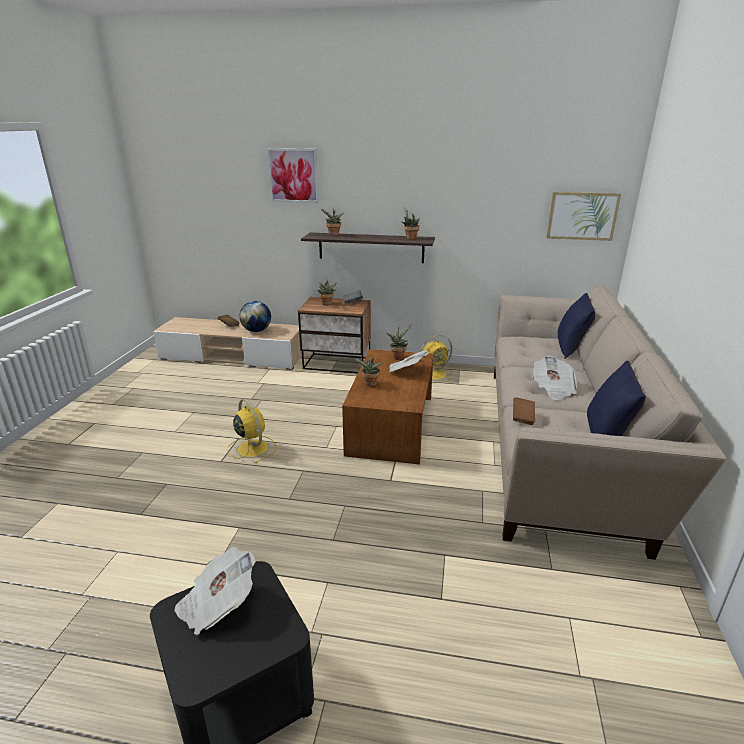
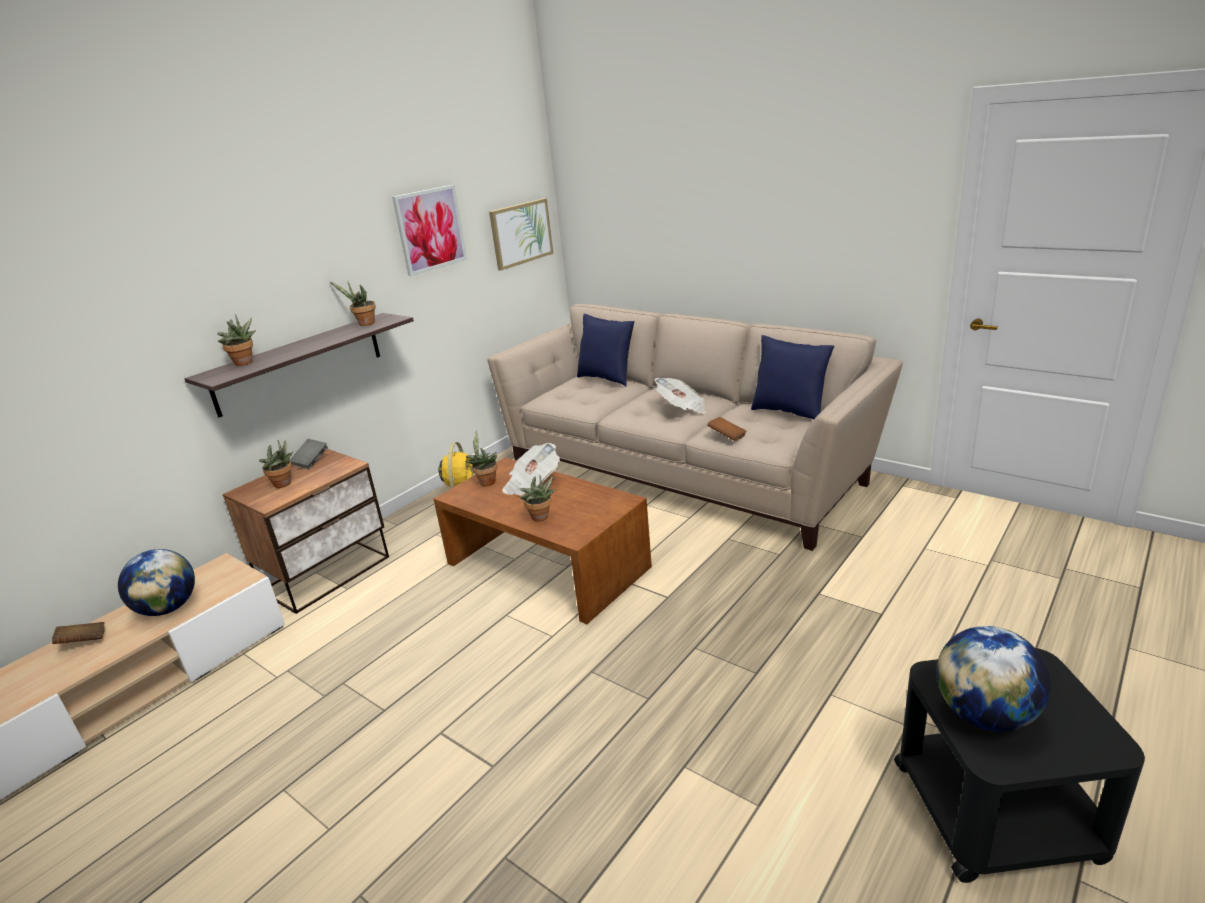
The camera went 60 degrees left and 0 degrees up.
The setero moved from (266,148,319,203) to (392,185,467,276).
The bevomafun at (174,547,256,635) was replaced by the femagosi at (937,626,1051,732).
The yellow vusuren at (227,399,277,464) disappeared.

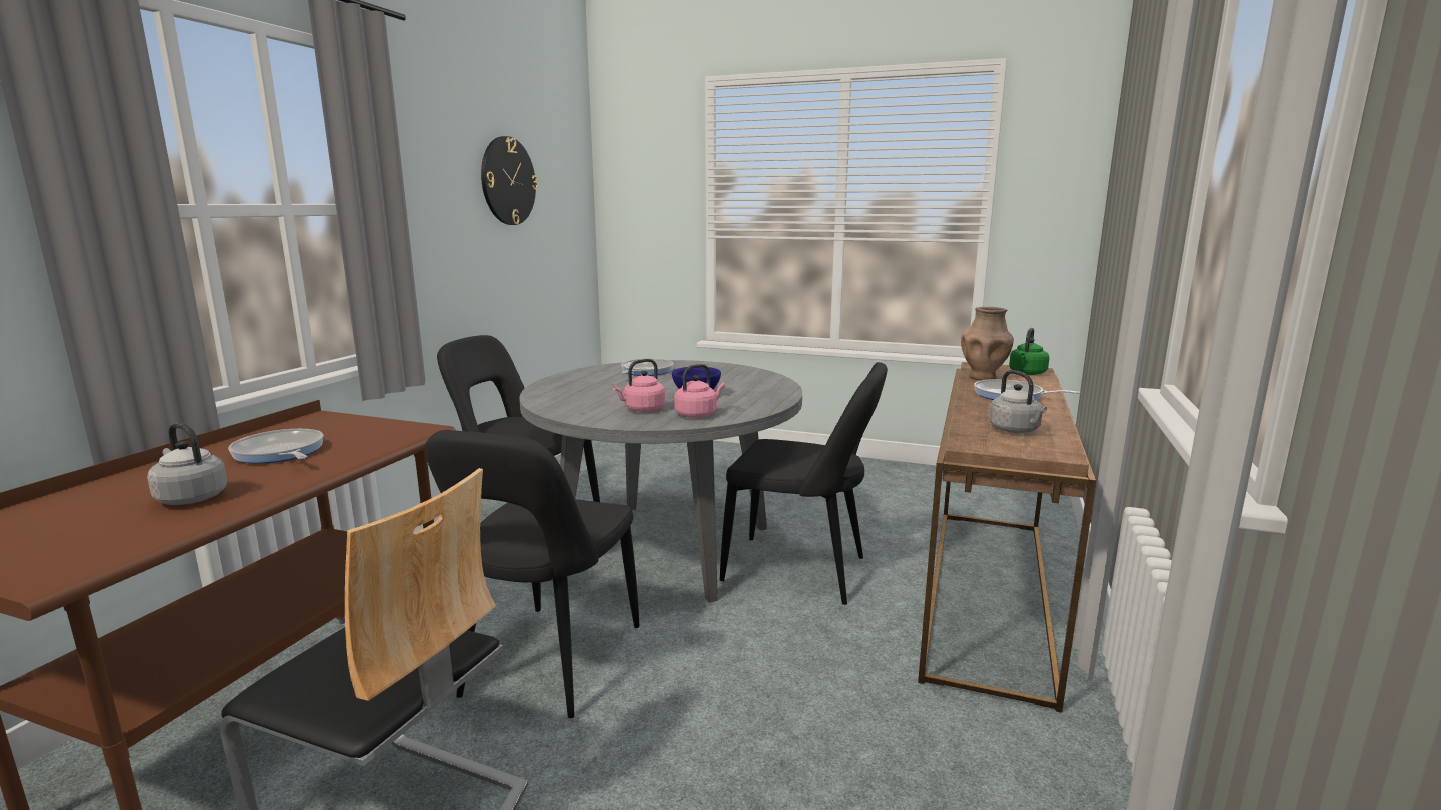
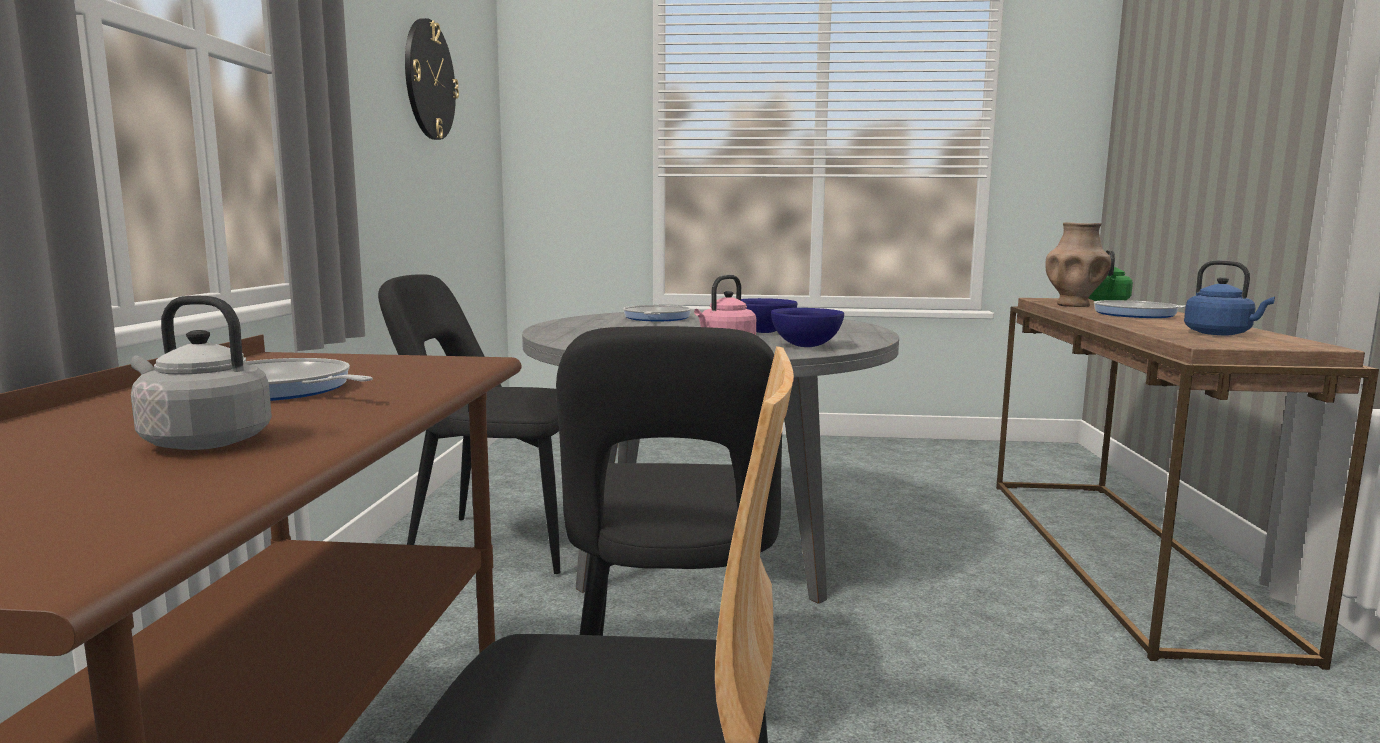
The camera went 15 degrees left and 5 degrees down.
The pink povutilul at (674,364,725,418) was replaced by the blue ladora at (771,308,844,347).
The grey povutilul at (989,370,1047,433) became the blue povutilul at (1184,260,1275,335).
The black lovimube at (720,362,888,605) disappeared.

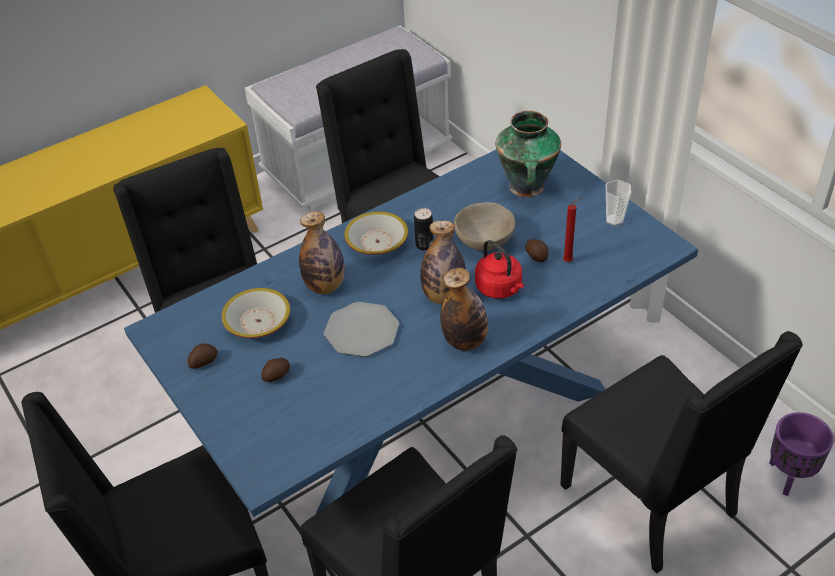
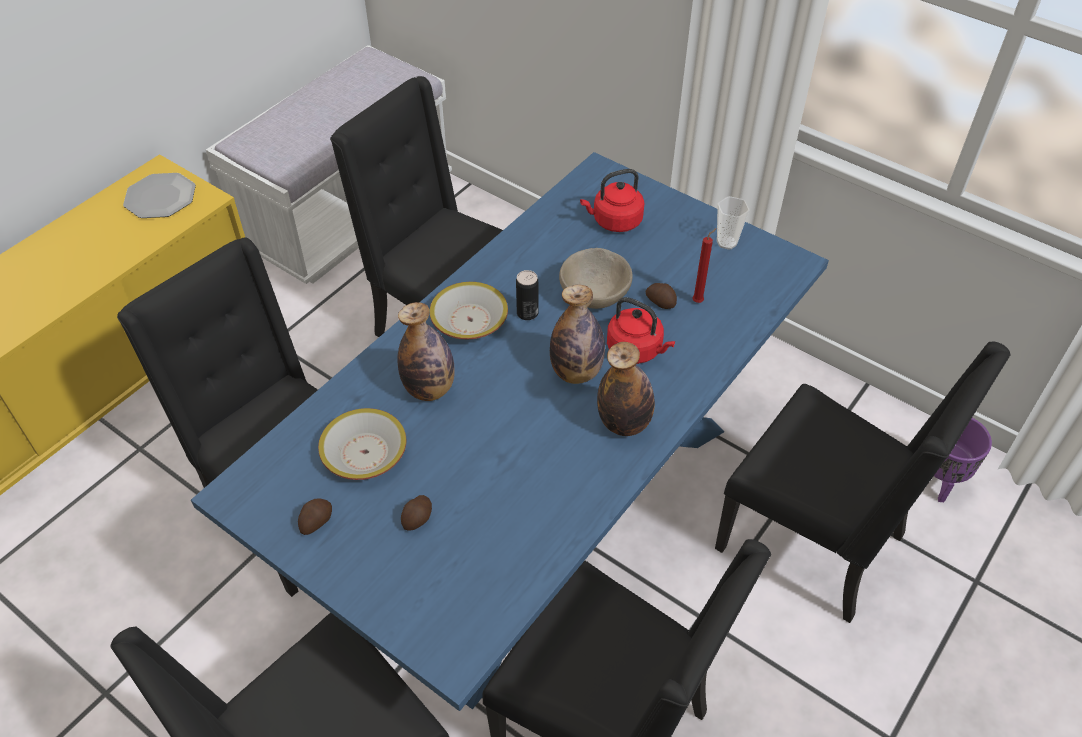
The camera went 20 degrees left and 5 degrees up.
The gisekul moved from (324,302,399,357) to (123,173,196,218).
The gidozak at (496,111,561,197) was replaced by the red povutilul at (580,169,645,232).

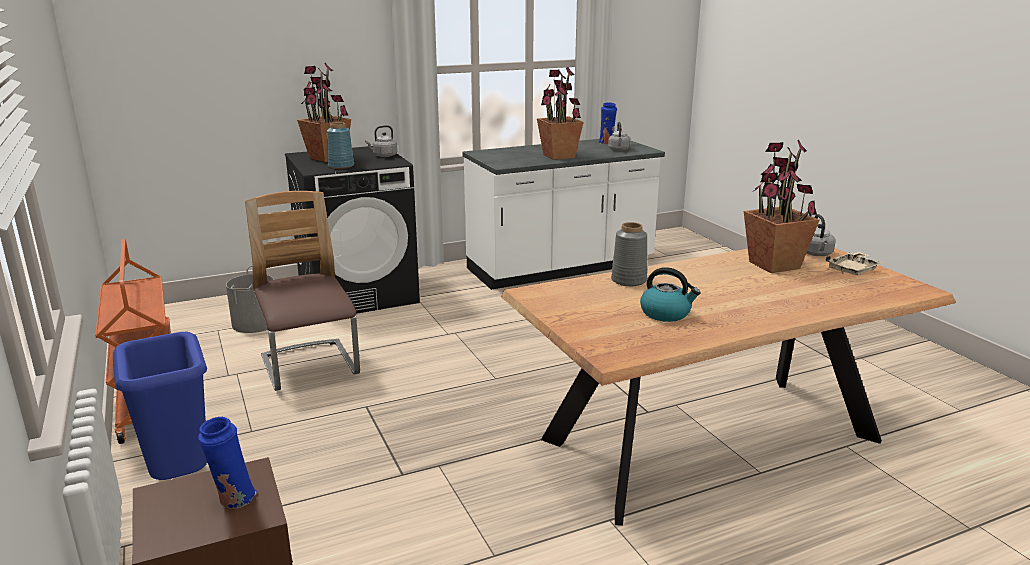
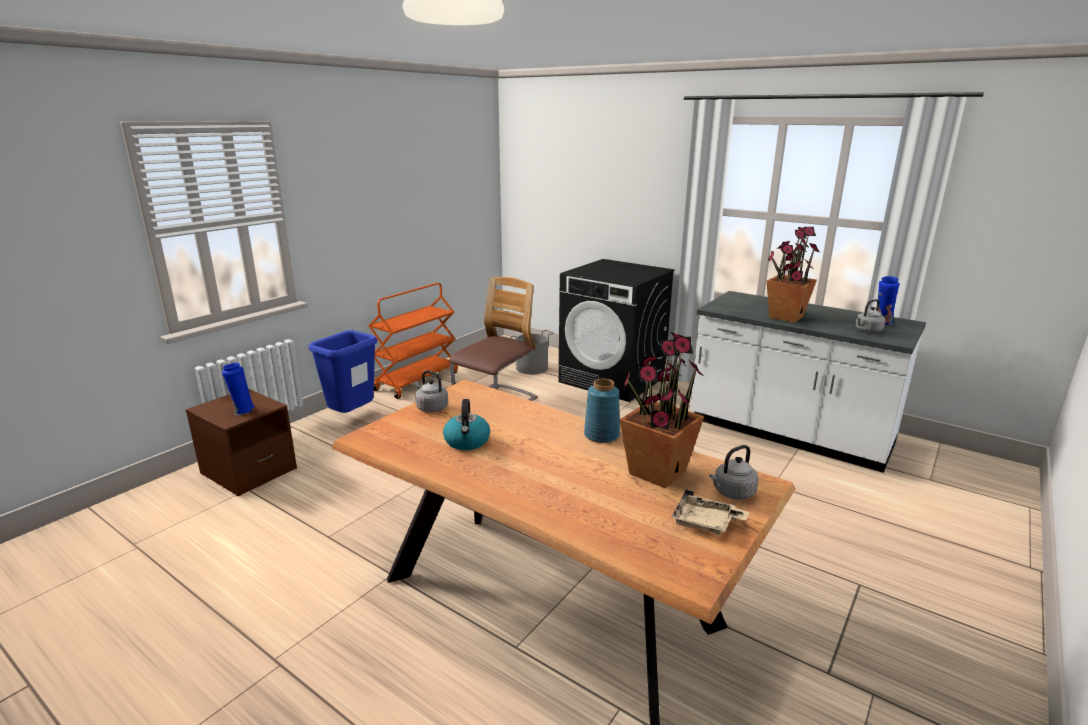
The camera went 60 degrees right and 0 degrees up.
The grey povutilul moved from (365,125,398,157) to (414,370,448,412).
The blue gidozak moved from (327,122,354,169) to (584,378,620,443).
The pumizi at (297,63,351,162) disappeared.
The grey gidozak at (611,222,647,286) disappeared.

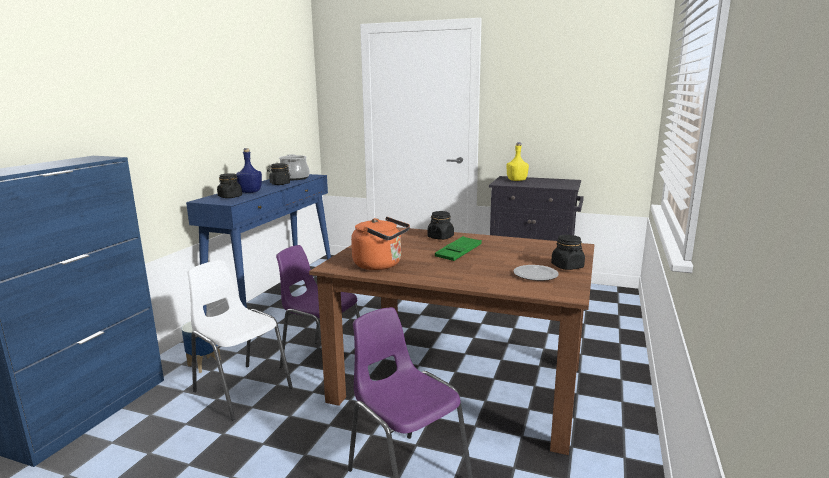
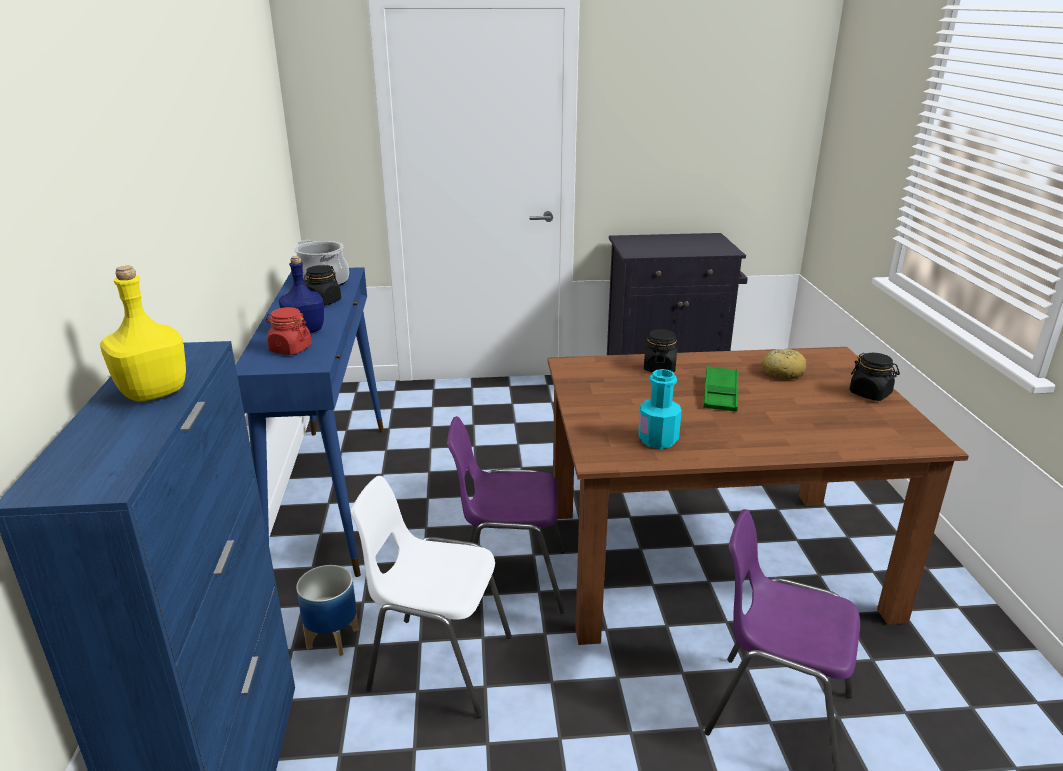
The camera went 25 degrees left and 10 degrees up.
The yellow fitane moved from (506,142,529,181) to (100,266,186,401).
The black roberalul at (217,173,242,198) became the red roberalul at (265,307,312,355).
The orange povutilul at (351,217,410,270) was replaced by the turquoise fitane at (638,369,682,449).
The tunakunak at (763,349,807,379) appeared.
The gisekul at (513,265,559,281) disappeared.

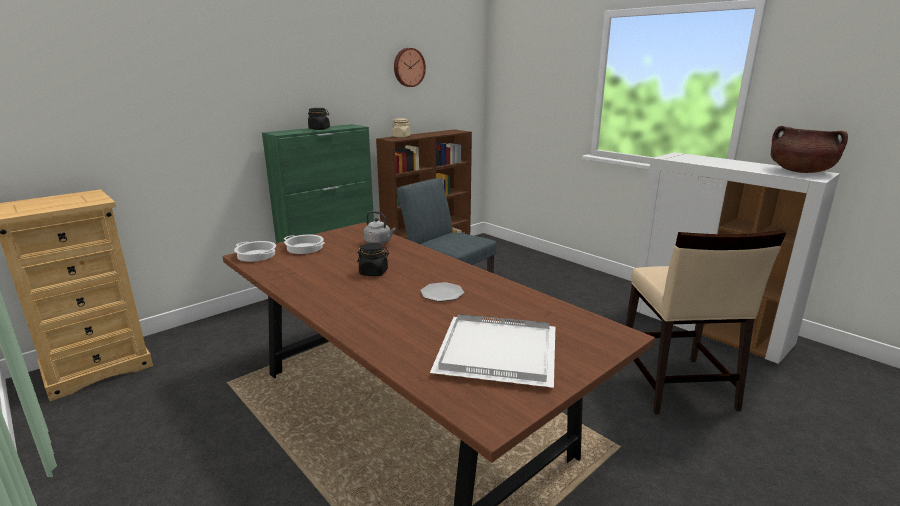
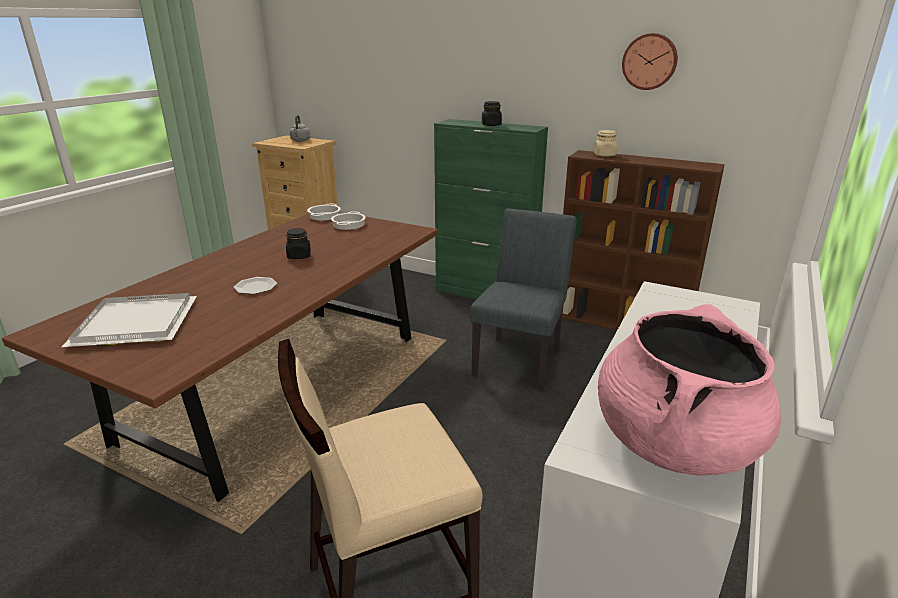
The camera went 70 degrees right and 5 degrees up.
The grey povutilul moved from (364,211,396,244) to (290,115,310,142).
The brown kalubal at (771,126,848,173) became the pink kalubal at (598,304,781,475).

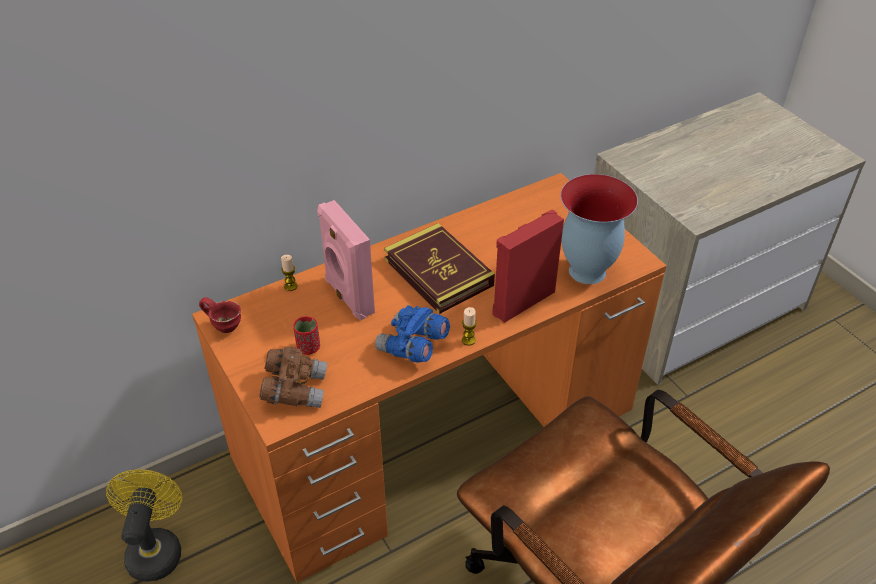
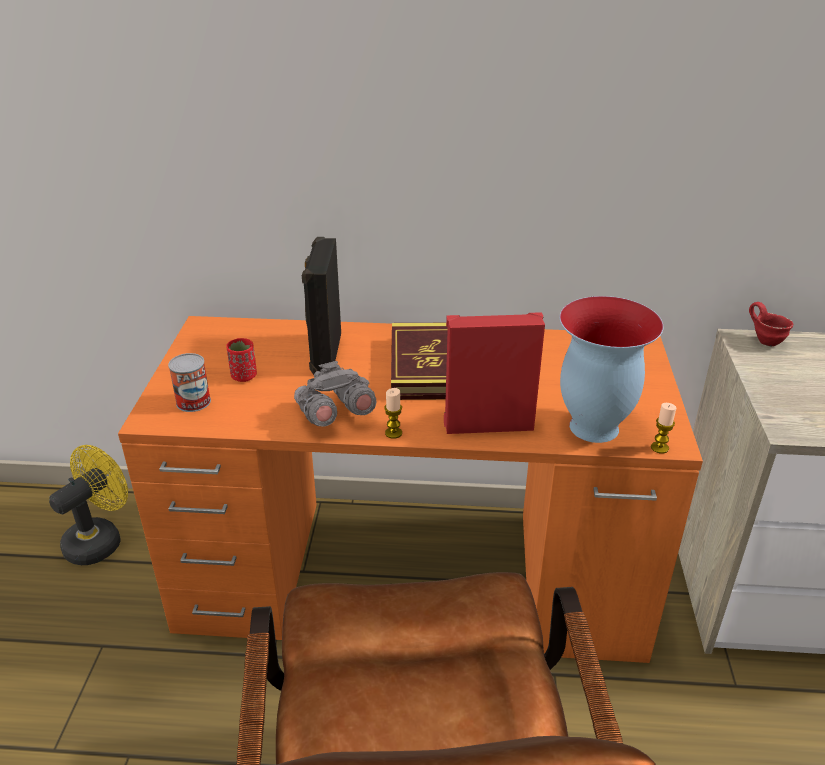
The camera went 35 degrees right and 10 degrees down.
The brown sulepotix at (259,346,327,408) was replaced by the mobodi at (168,353,211,412).
The blue sulepotix at (375,305,450,363) became the grey sulepotix at (294,361,376,426).
The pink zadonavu at (317,200,375,320) became the black zadonavu at (302,237,341,375).
The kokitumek moved from (281,255,298,291) to (651,403,676,454).
The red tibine moved from (199,297,241,333) to (749,302,793,346).

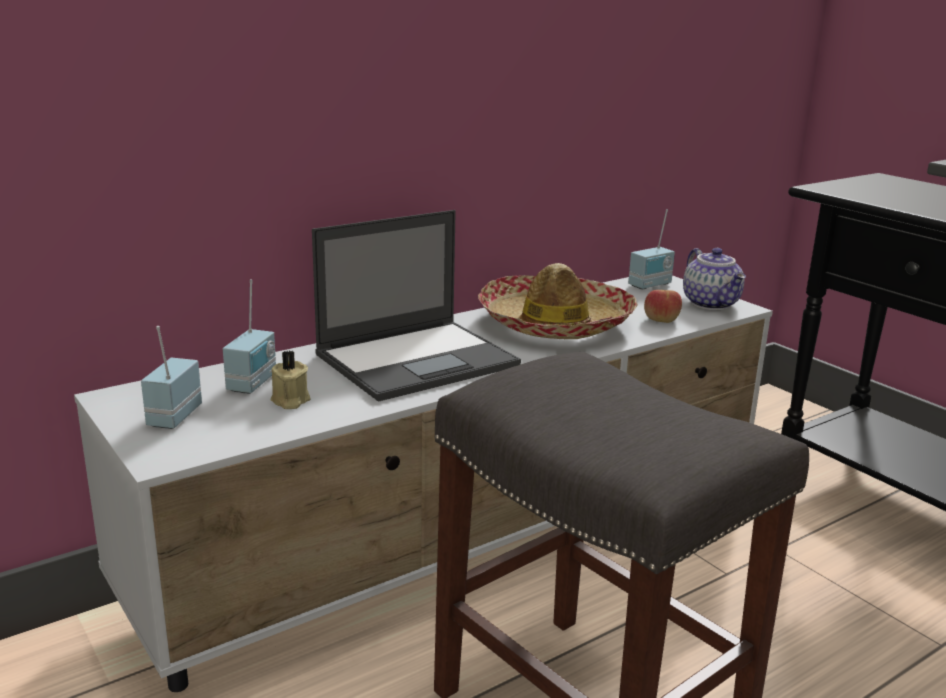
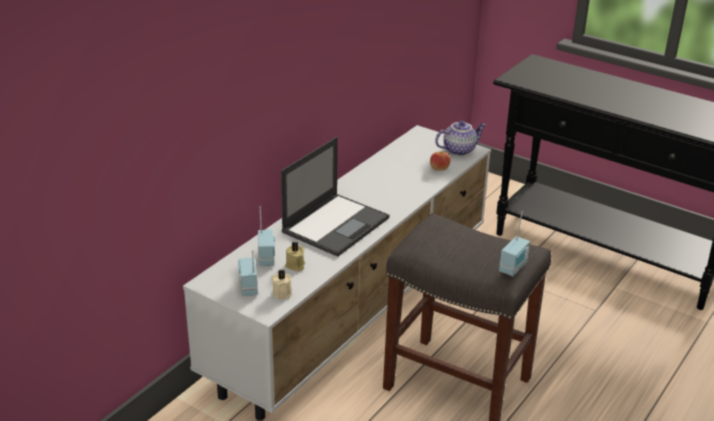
The camera went 20 degrees left and 10 degrees up.
The beige kokitumek at (272,269,292,299) appeared.
The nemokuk at (683,248,746,310) turned 75 degrees counterclockwise.
The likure moved from (628,209,675,290) to (499,211,530,276).
The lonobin at (478,263,638,339) disappeared.

